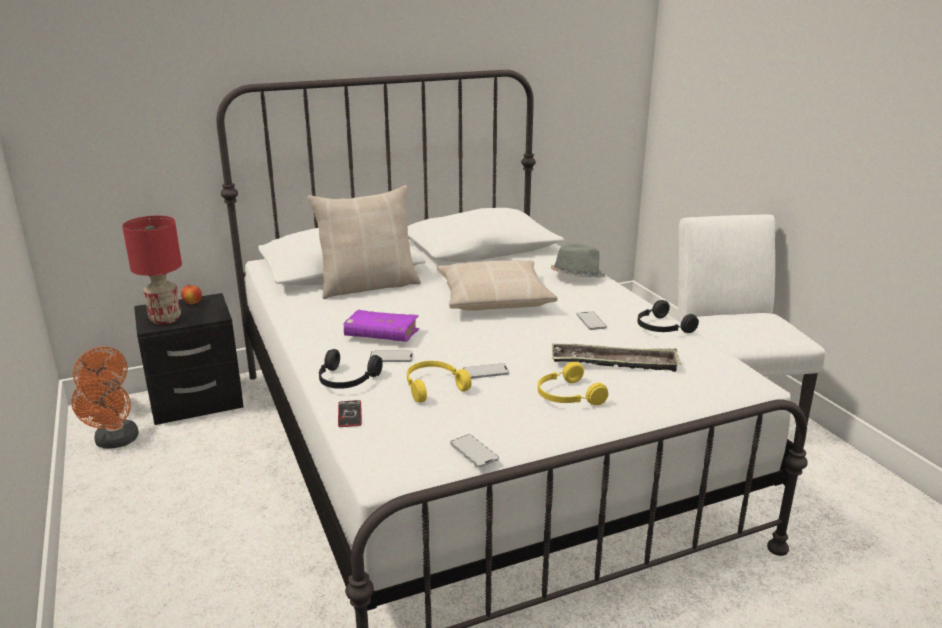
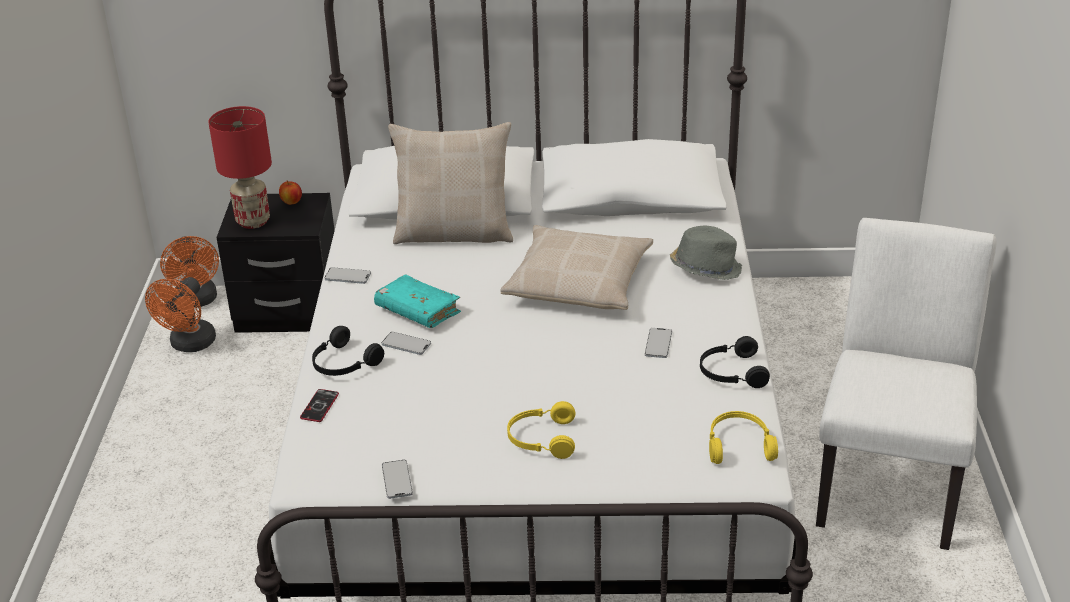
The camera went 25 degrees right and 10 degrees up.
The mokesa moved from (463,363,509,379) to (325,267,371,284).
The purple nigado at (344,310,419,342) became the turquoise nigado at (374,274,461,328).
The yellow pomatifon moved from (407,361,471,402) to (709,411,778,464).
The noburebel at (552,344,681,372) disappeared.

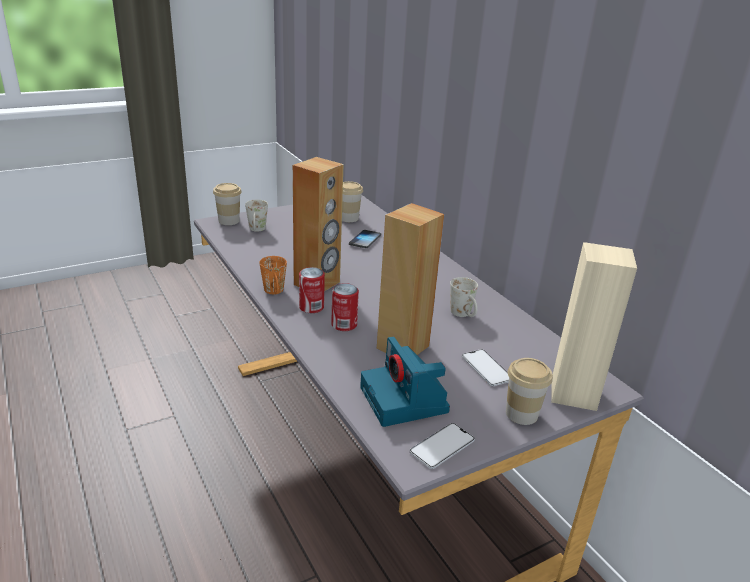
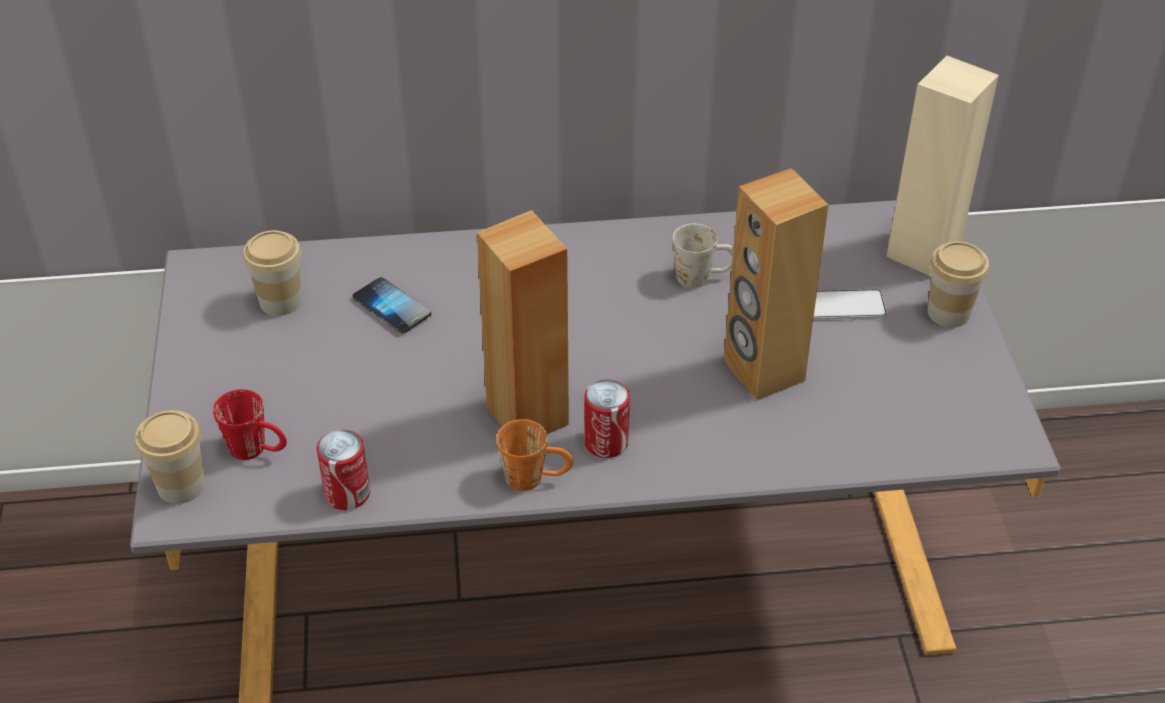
The camera went 65 degrees left and 15 degrees up.
The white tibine at (245,200,268,232) became the red tibine at (213,389,287,460).
The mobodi moved from (331,283,359,331) to (317,430,370,510).
The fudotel at (360,337,450,427) disappeared.
The mokesa at (410,423,475,469) disappeared.

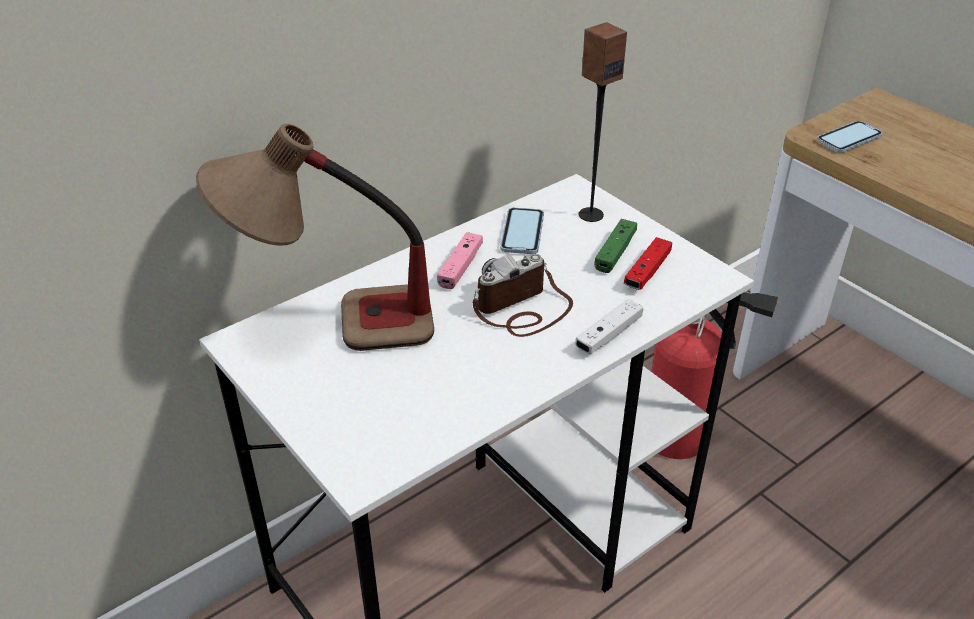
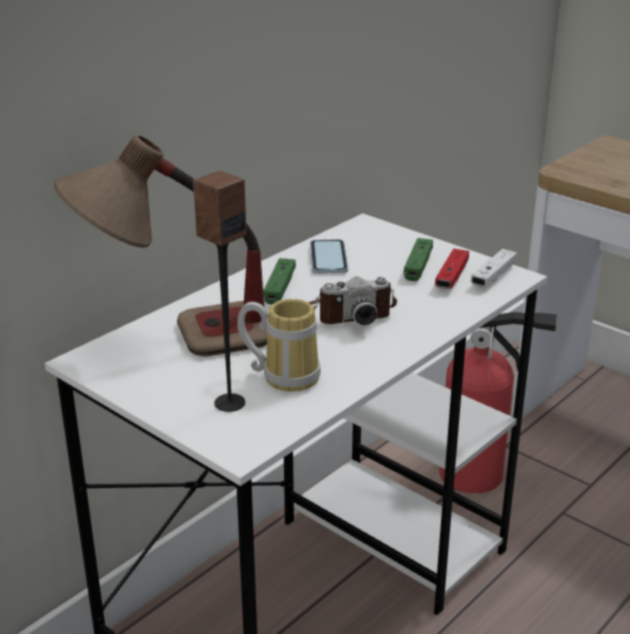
The camera went 10 degrees left and 10 degrees down.
The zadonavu moved from (579,22,627,222) to (193,171,246,412).
The tibine at (237,299,321,392) appeared.
The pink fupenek at (437,232,483,289) became the green fupenek at (263,258,296,304).
The fudotel at (473,254,573,337) turned 150 degrees counterclockwise.
The white fupenek moved from (575,299,643,354) to (471,249,517,287).
The mokesa at (817,121,882,153) disappeared.

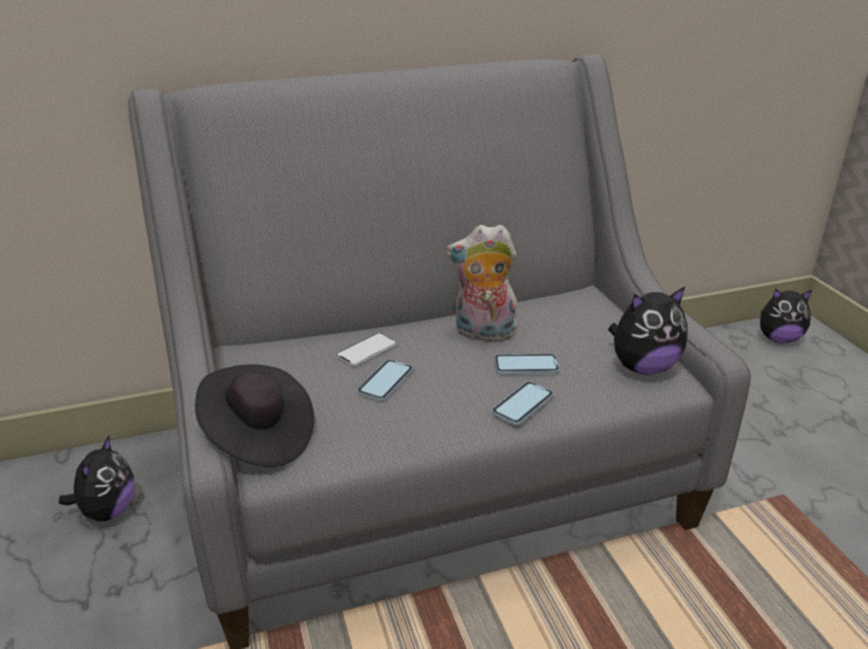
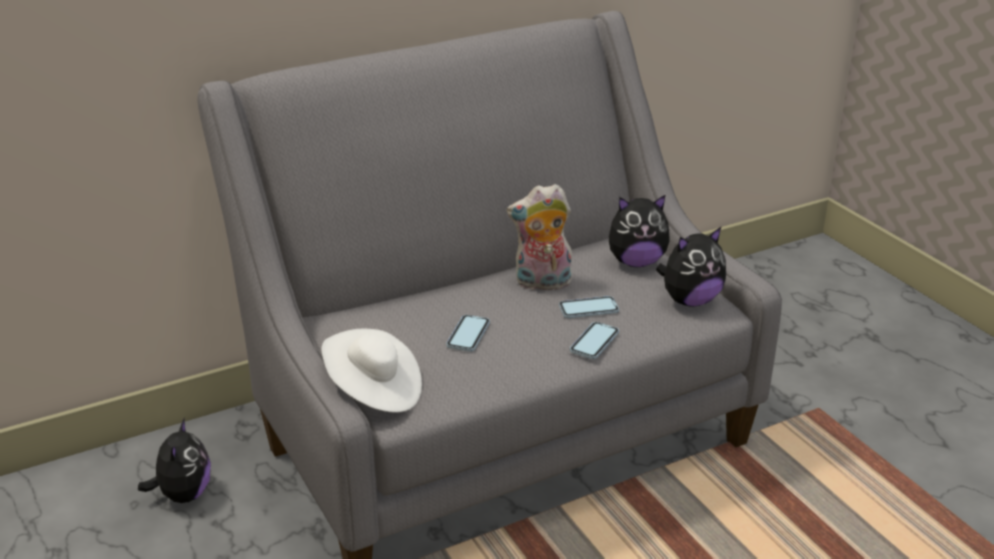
The camera went 10 degrees left and 0 degrees up.
The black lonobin at (195,364,314,467) became the white lonobin at (322,328,422,413).
The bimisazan moved from (760,289,812,343) to (609,195,670,267).
The mokesa at (335,333,398,367) disappeared.

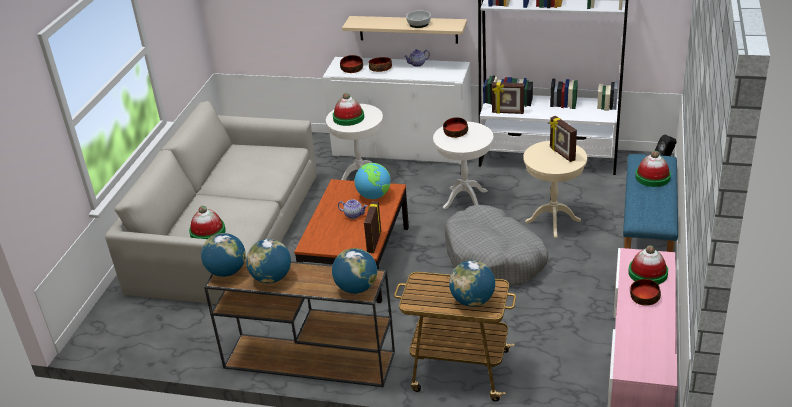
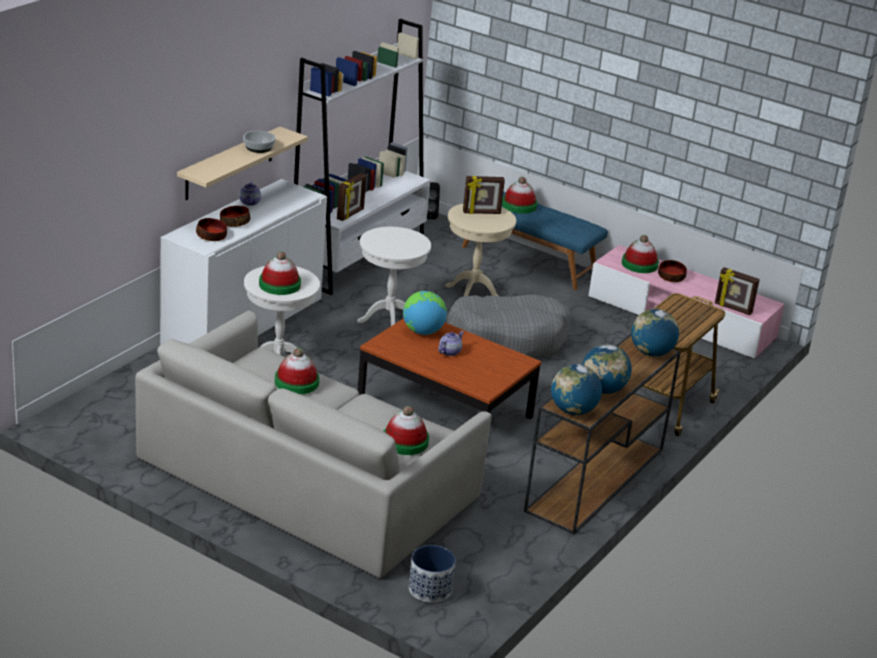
The camera went 75 degrees left and 5 degrees down.
The lonobin at (275,348,319,394) appeared.
The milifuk at (409,545,455,603) appeared.
The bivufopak moved from (364,201,381,253) to (715,267,760,315).
The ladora at (443,117,468,138) disappeared.
The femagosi at (449,260,495,307) disappeared.

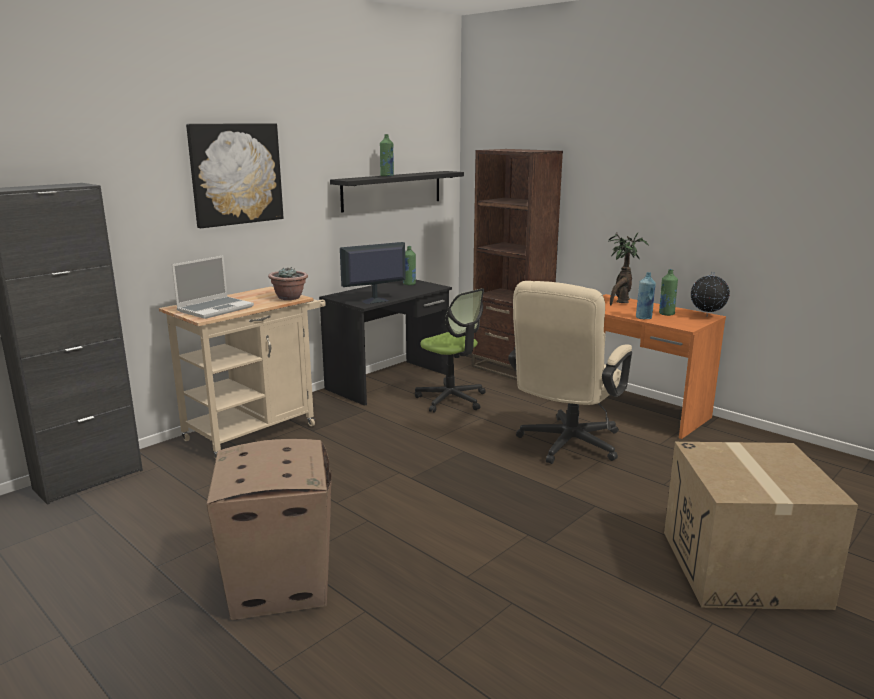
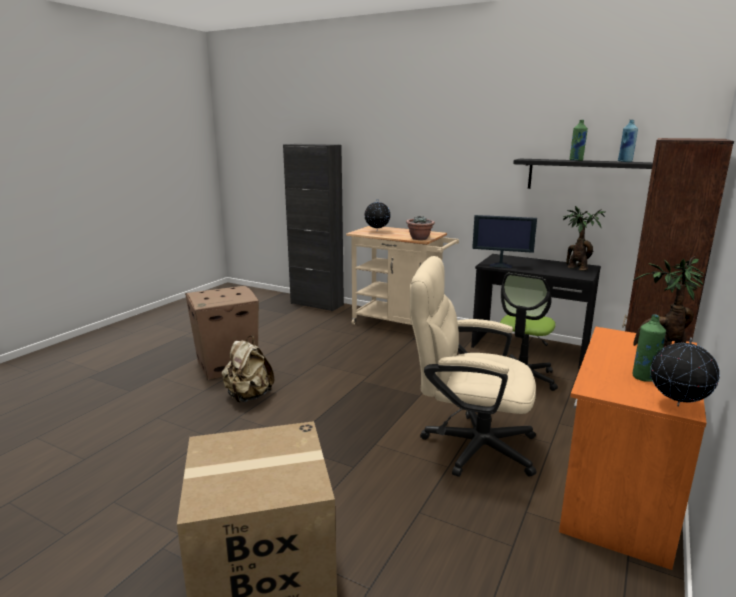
The camera went 75 degrees right and 0 degrees up.
The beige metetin at (222,336,274,403) appeared.
The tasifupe at (172,256,254,319) was replaced by the femagosi at (364,199,391,232).
The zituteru at (340,242,406,304) turned 150 degrees clockwise.
The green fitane at (403,246,416,285) was replaced by the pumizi at (563,206,605,271).
The blue fitane moved from (636,272,656,319) to (618,120,638,162).
The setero at (186,123,284,228) disappeared.

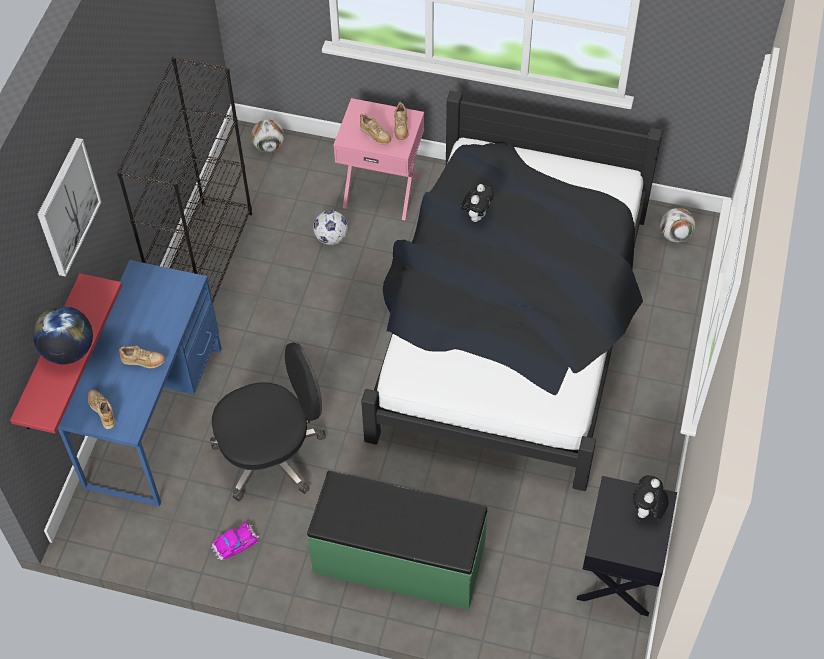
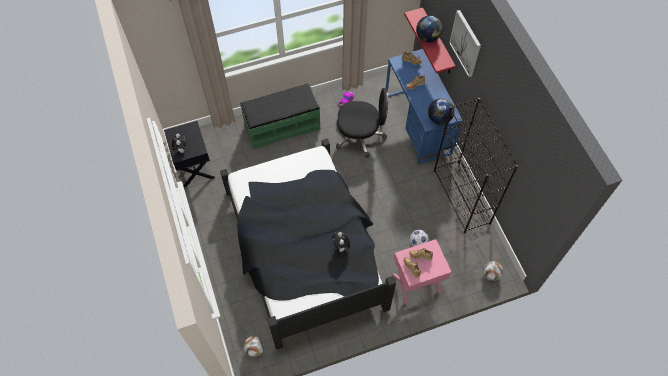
The camera went 145 degrees right and 5 degrees up.
The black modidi at (210,342,326,501) turned 120 degrees counterclockwise.
The femagosi at (428,98,454,125) appeared.

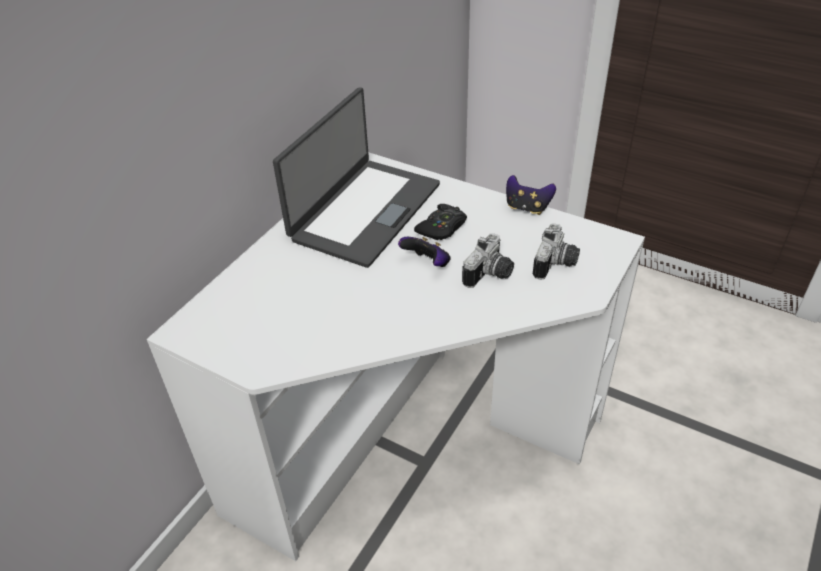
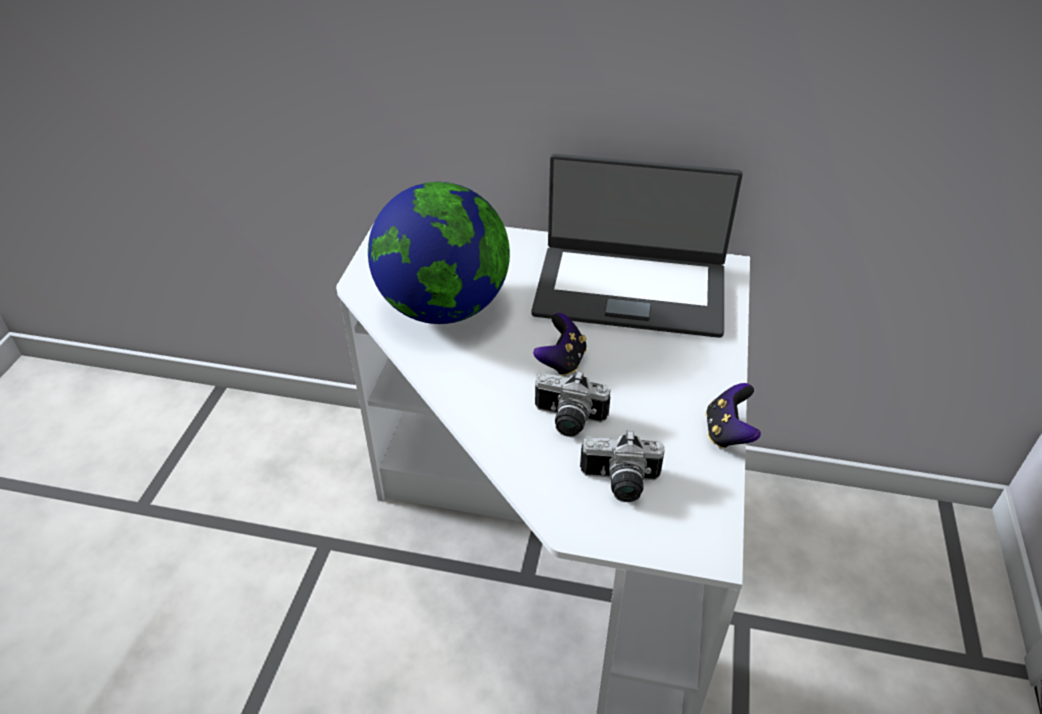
The camera went 70 degrees right and 0 degrees up.
The femagosi at (368,182,510,324) appeared.
The black fupenek at (414,204,467,240) disappeared.

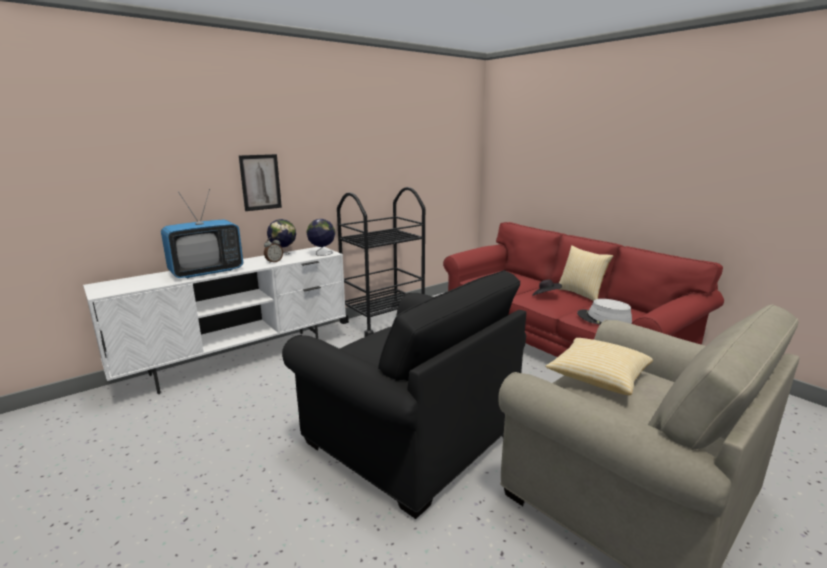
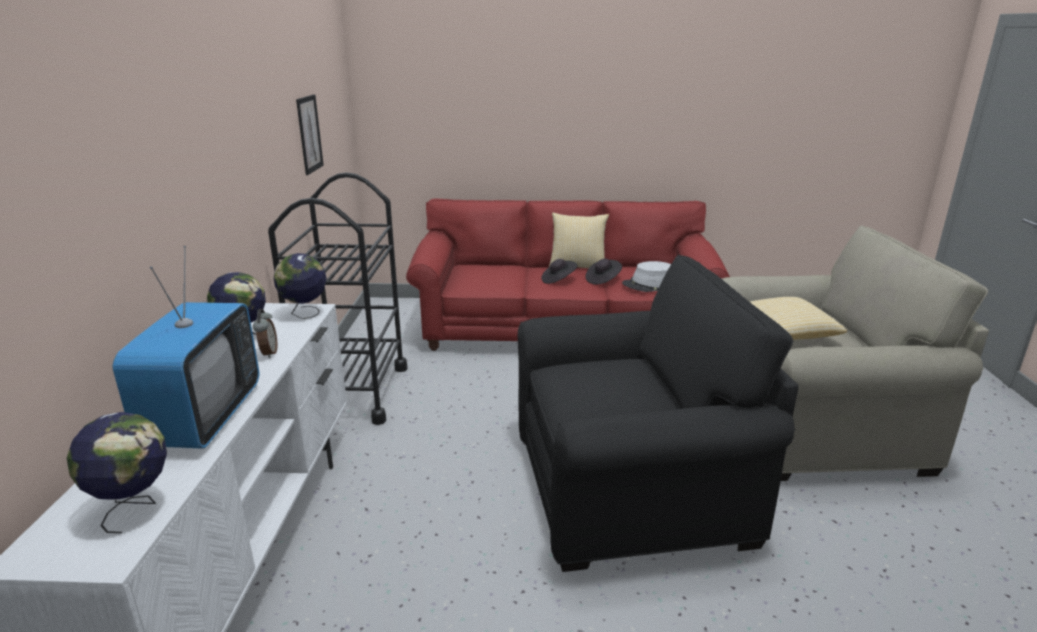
The camera went 50 degrees left and 5 degrees up.
The femagosi at (67,412,167,533) appeared.
The setero moved from (239,154,282,211) to (296,95,324,175).
The black lonobin at (586,259,622,284) appeared.

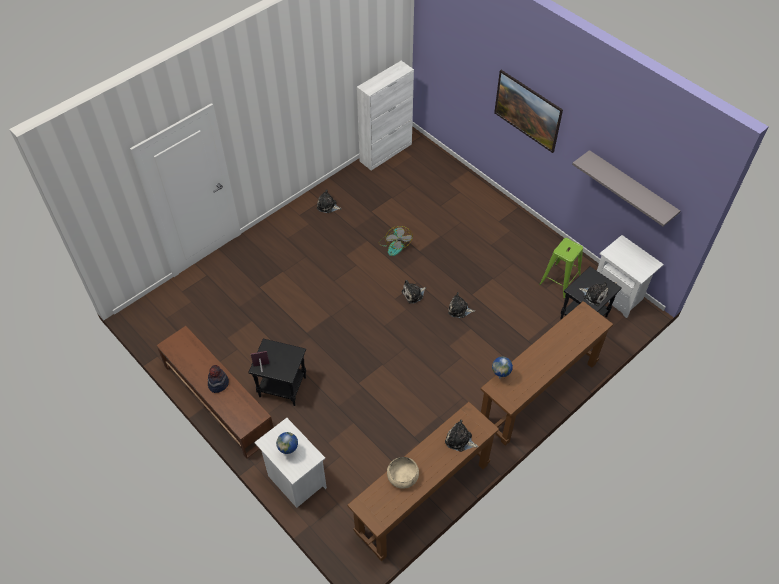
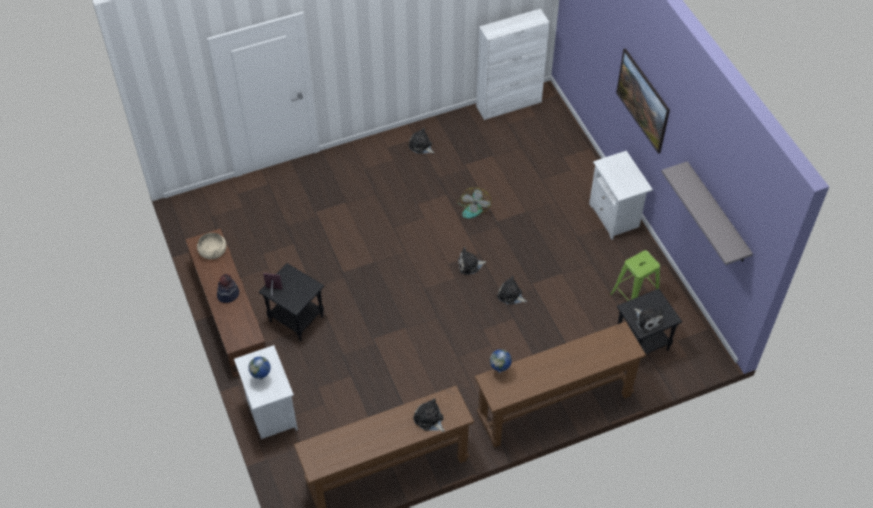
The camera went 20 degrees right and 0 degrees up.
The beige ladora moved from (387,457,419,489) to (197,233,226,259).
The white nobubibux moved from (597,235,664,318) to (589,151,653,240).

